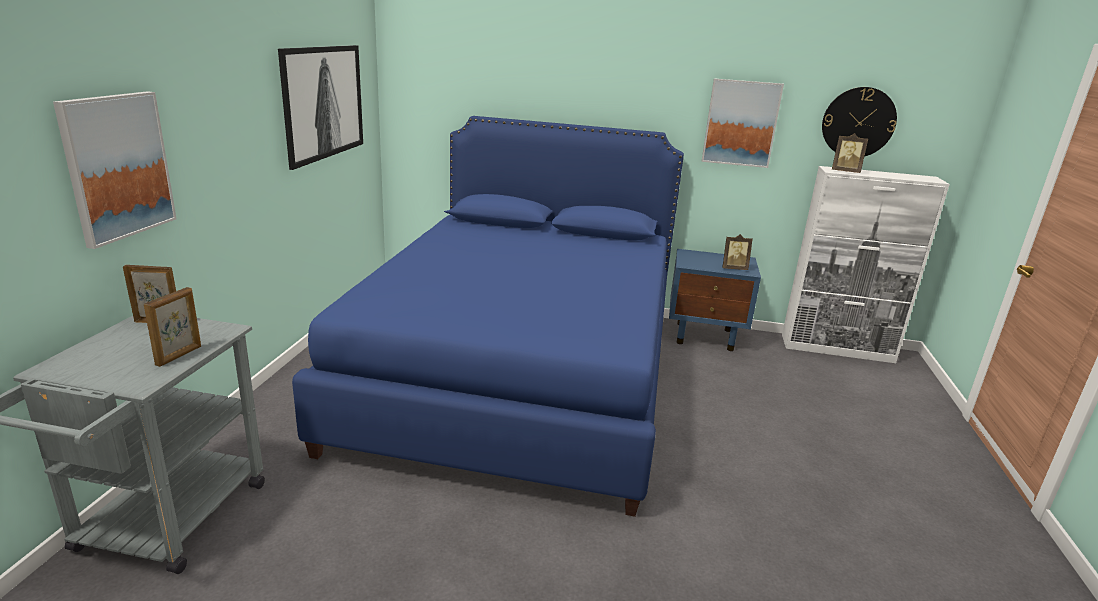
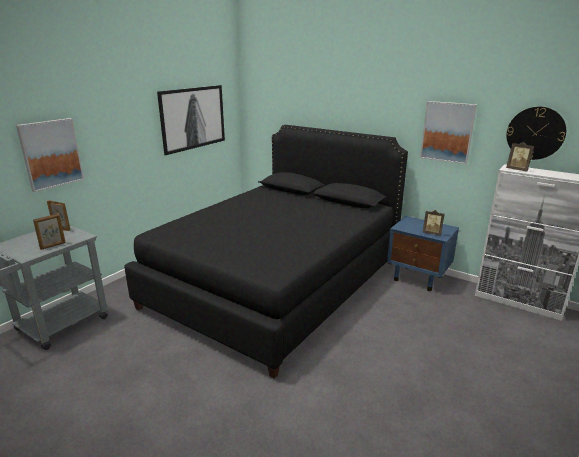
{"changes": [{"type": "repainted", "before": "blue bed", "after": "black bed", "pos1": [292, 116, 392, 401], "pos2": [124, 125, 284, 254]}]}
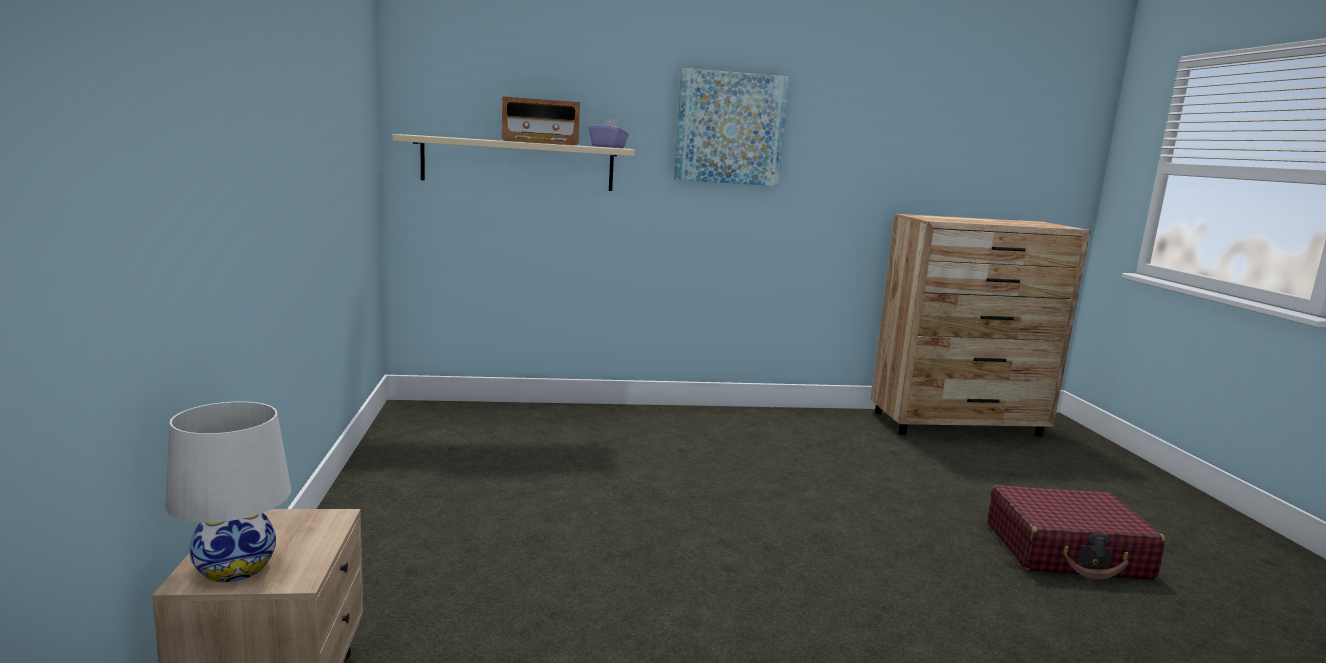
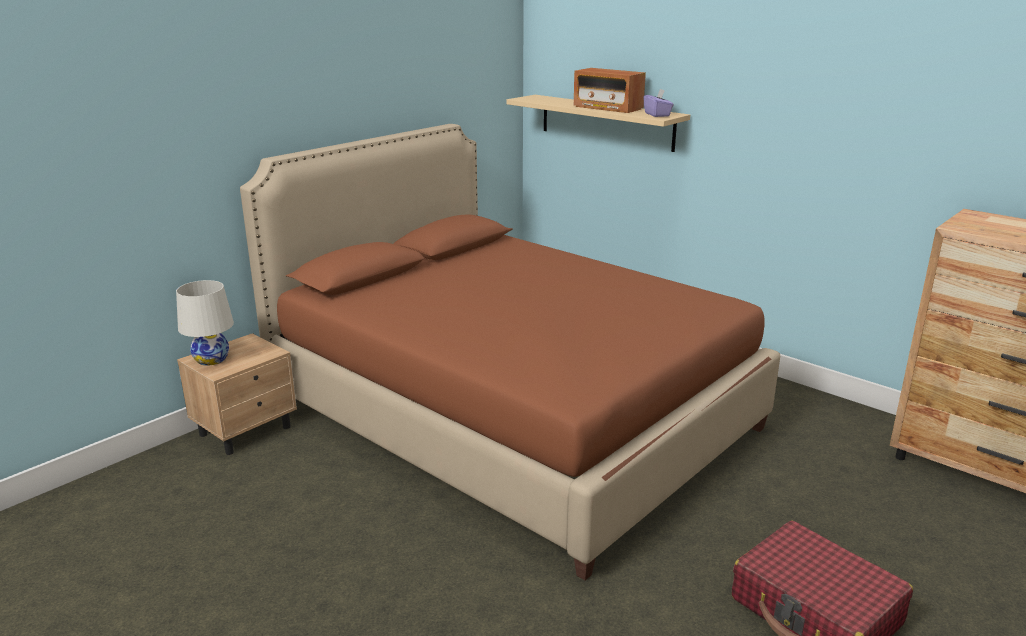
{"changes": [{"type": "gone", "before": "picture", "pos1": [674, 68, 115, 118]}, {"type": "new", "after": "brown bed", "pos2": [240, 124, 540, 456]}]}
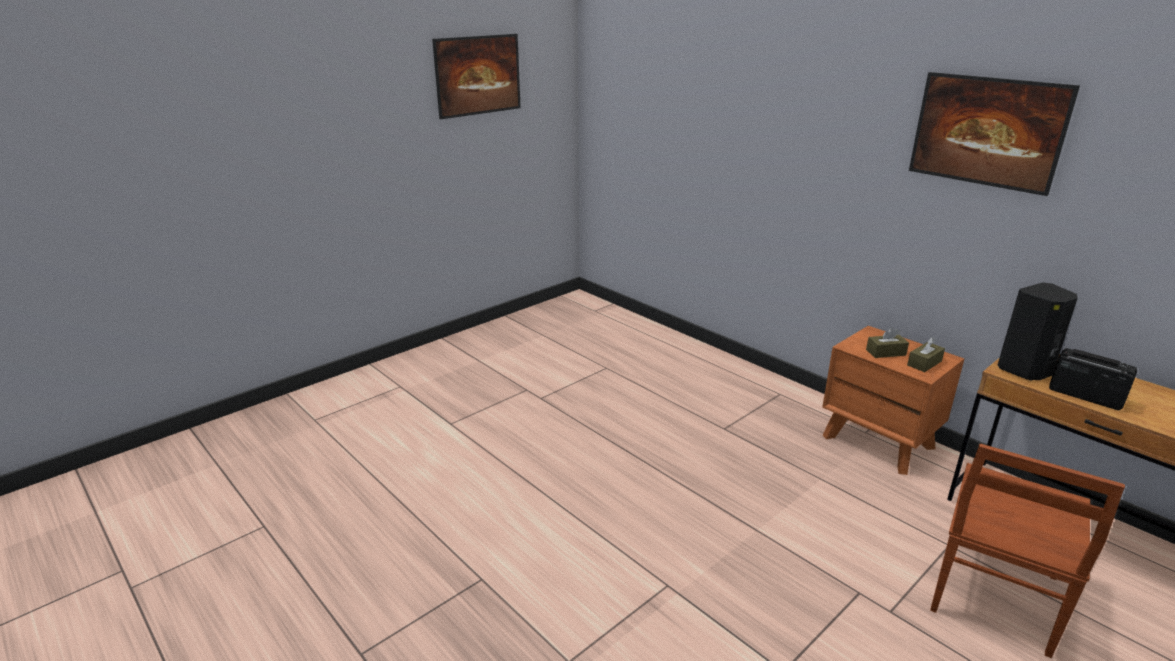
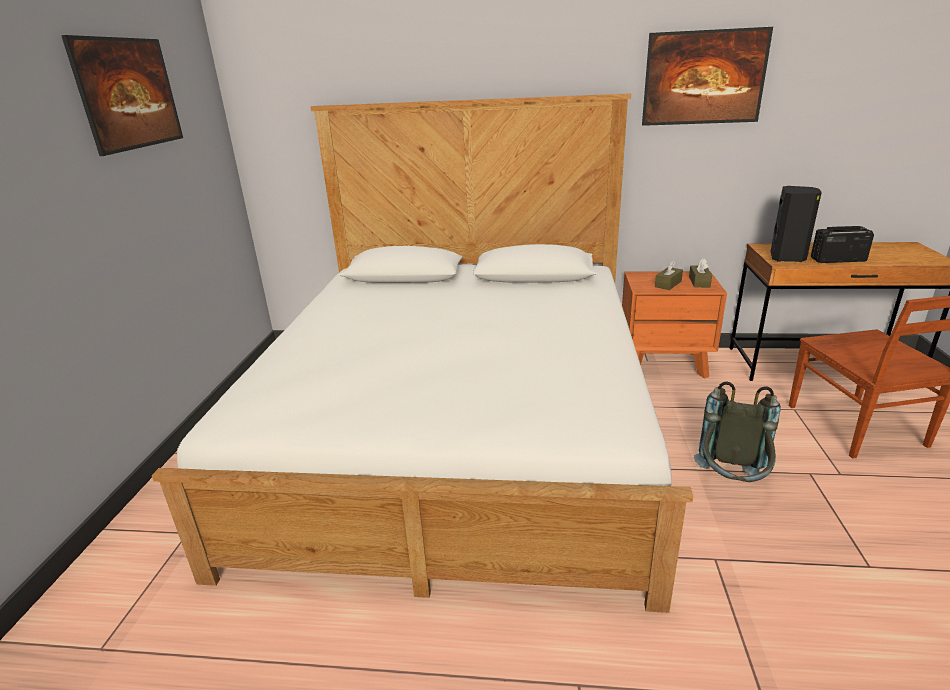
{"changes": [{"type": "new", "after": "bed", "pos2": [152, 93, 541, 520]}, {"type": "new", "after": "grey backpack", "pos2": [694, 382, 87, 100]}]}
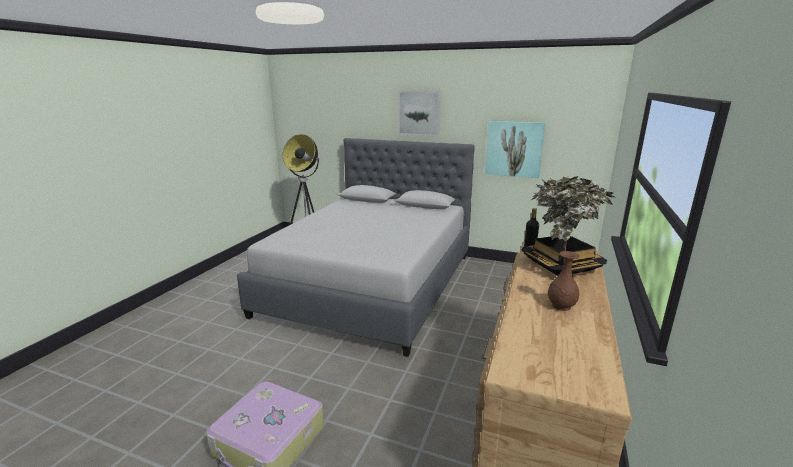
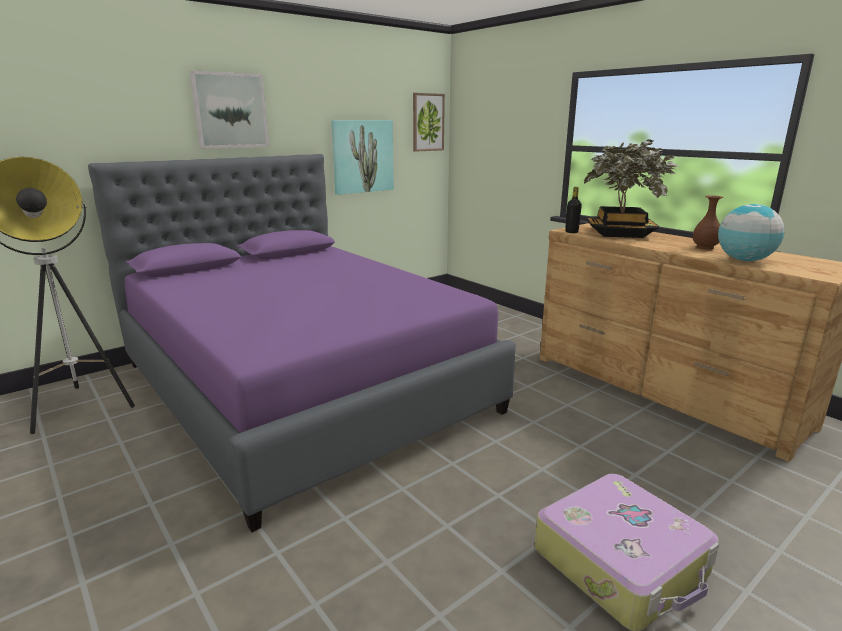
{"changes": [{"type": "repainted", "before": "grey bed", "after": "purple bed", "pos1": [237, 138, 238, 219], "pos2": [88, 154, 428, 378]}, {"type": "new", "after": "picture", "pos2": [413, 93, 32, 59]}, {"type": "new", "after": "globe", "pos2": [718, 204, 67, 57]}]}
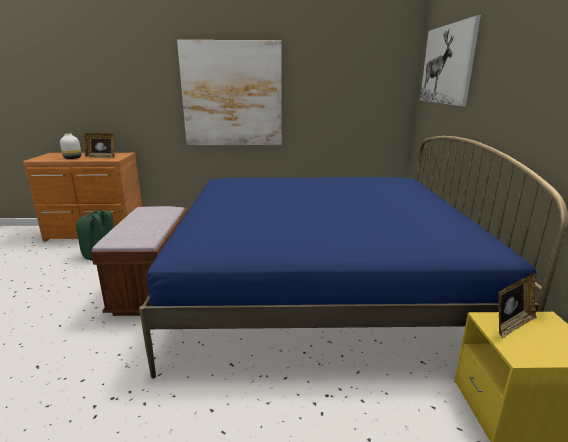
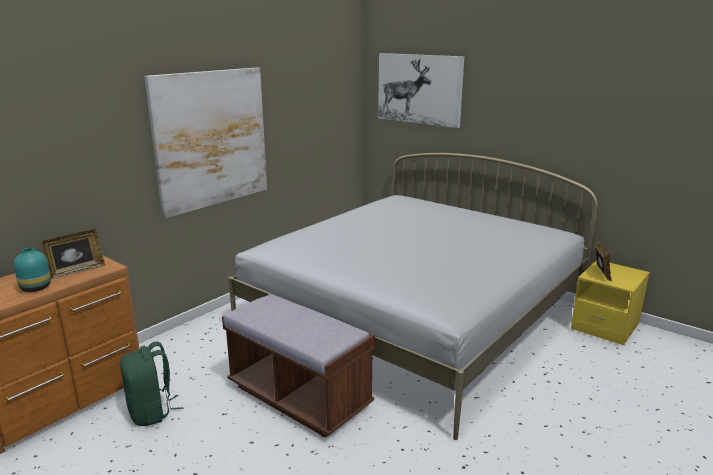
{"changes": [{"type": "repainted", "before": "white vase", "after": "turquoise vase", "pos1": [60, 134, 21, 25], "pos2": [14, 248, 37, 44]}, {"type": "repainted", "before": "blue bed", "after": "white bed", "pos1": [139, 136, 429, 243], "pos2": [229, 153, 369, 287]}]}
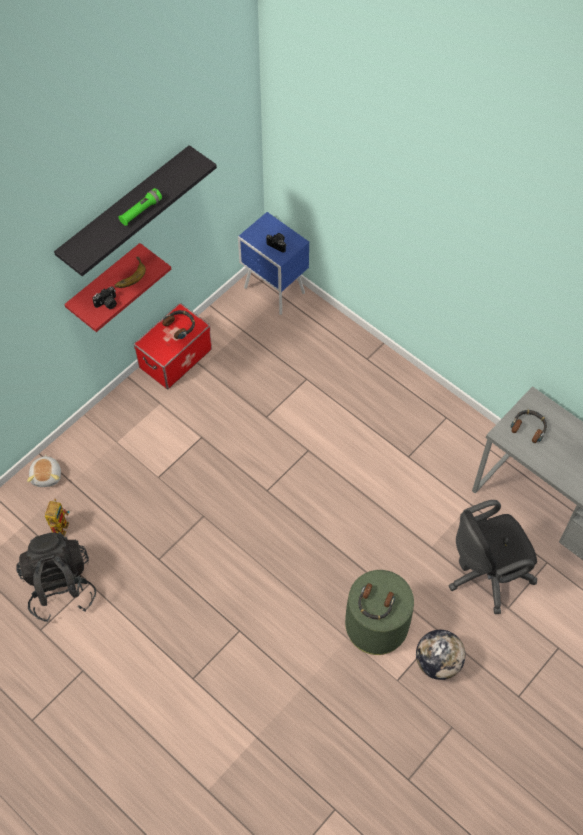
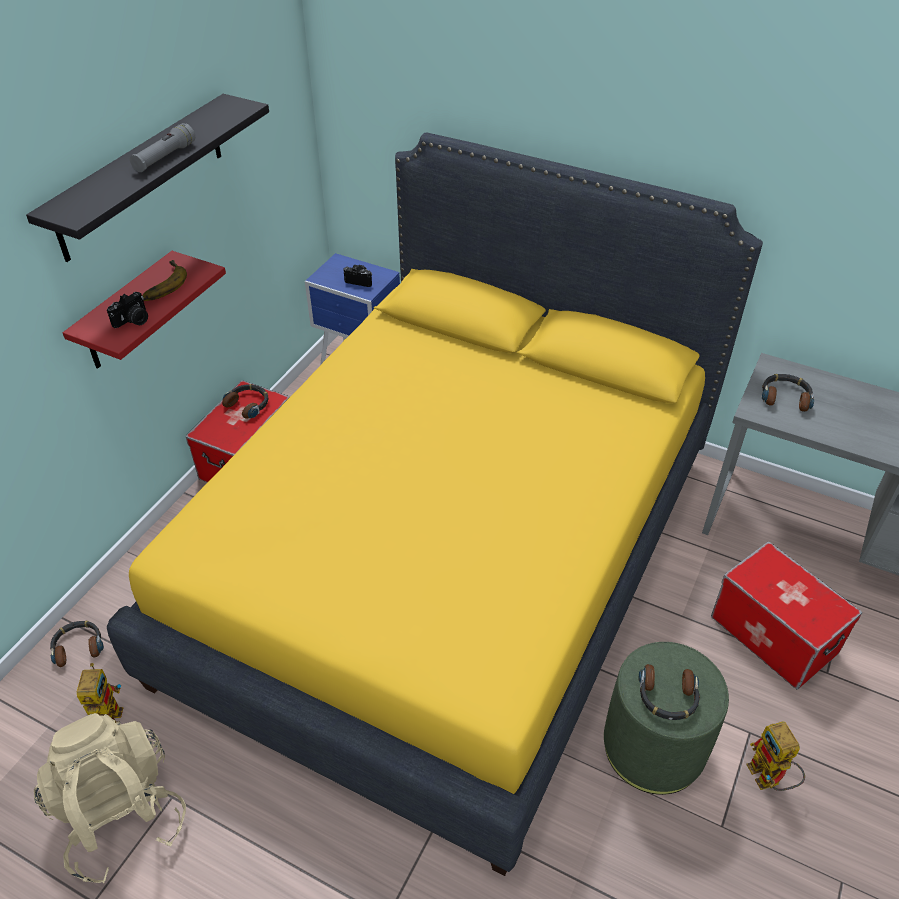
{"changes": [{"type": "repainted", "before": "black backpack", "after": "beige backpack", "pos1": [16, 532, 80, 90], "pos2": [34, 713, 152, 170]}, {"type": "swapped", "before": "plush toy", "after": "headphones", "pos1": [27, 454, 34, 33], "pos2": [50, 621, 54, 46]}, {"type": "repainted", "before": "green flashlight", "after": "grey flashlight", "pos1": [119, 188, 43, 38], "pos2": [130, 123, 65, 49]}, {"type": "swapped", "before": "globe", "after": "toy robot", "pos1": [416, 630, 49, 50], "pos2": [746, 721, 59, 70]}, {"type": "swapped", "before": "black office chair", "after": "storage box", "pos1": [448, 500, 89, 114], "pos2": [711, 542, 151, 148]}, {"type": "new", "after": "yellow bed", "pos2": [107, 133, 656, 743]}]}
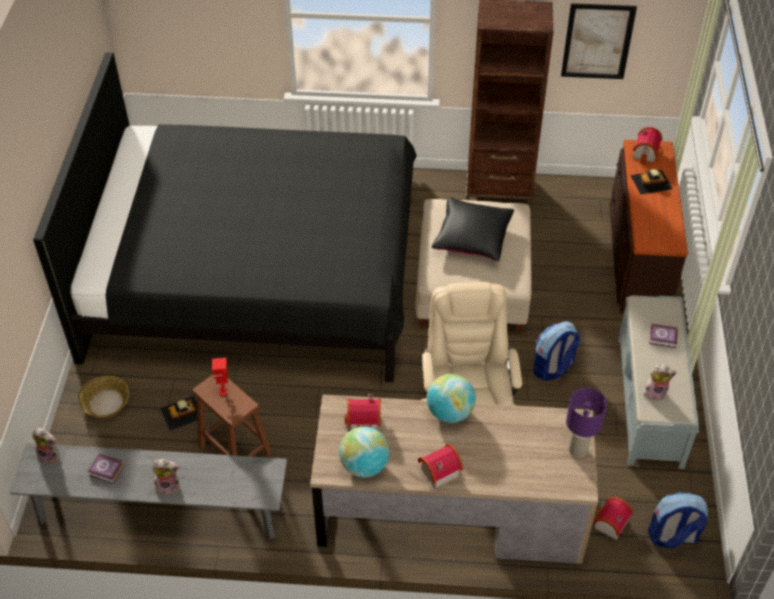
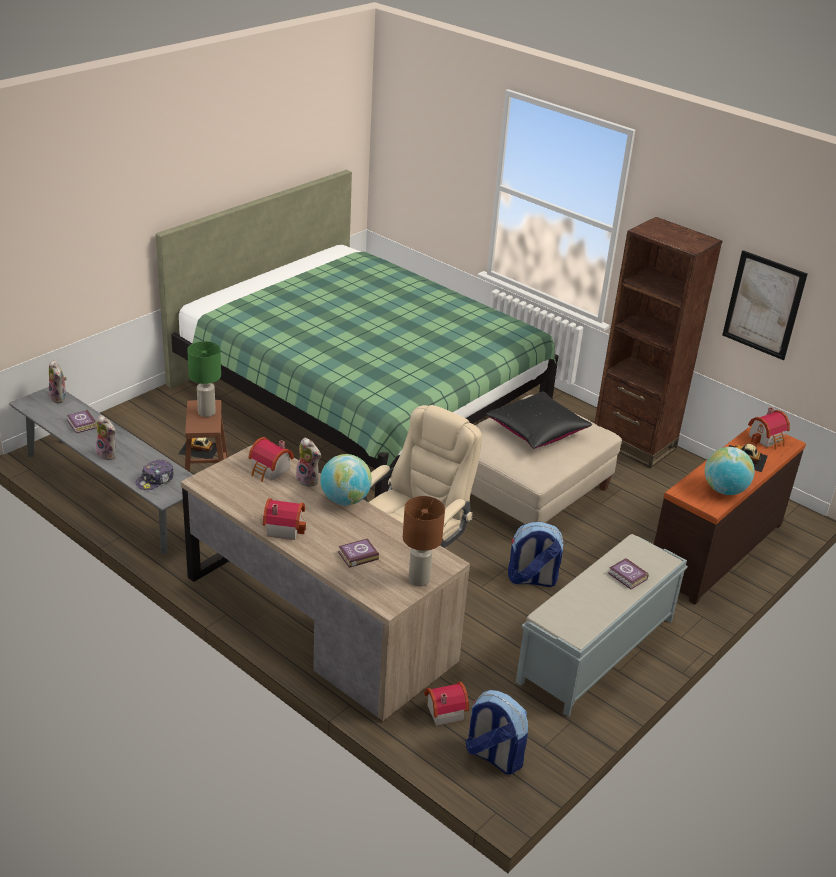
{"changes": [{"type": "repainted", "before": "black bed", "after": "green bed", "pos1": [33, 52, 384, 330], "pos2": [156, 170, 403, 327]}, {"type": "gone", "before": "basket", "pos1": [78, 376, 51, 42]}, {"type": "swapped", "before": "toy robot", "after": "green table lamp", "pos1": [212, 358, 16, 38], "pos2": [187, 341, 34, 76]}, {"type": "shifted", "before": "globe", "pos1": [339, 426, 51, 52], "pos2": [705, 447, 50, 48]}, {"type": "repainted", "before": "purple table lamp", "after": "brown table lamp", "pos1": [566, 388, 41, 70], "pos2": [403, 496, 42, 91]}, {"type": "shifted", "before": "plush toy", "pos1": [643, 365, 34, 36], "pos2": [296, 438, 25, 49]}, {"type": "new", "after": "cap", "pos2": [136, 459, 38, 31]}, {"type": "new", "after": "book", "pos2": [338, 538, 41, 30]}]}
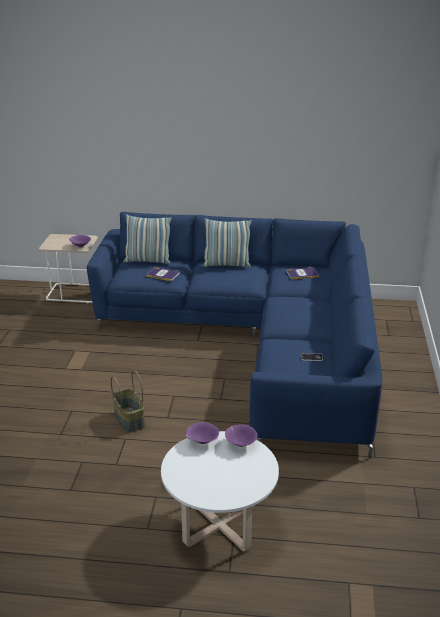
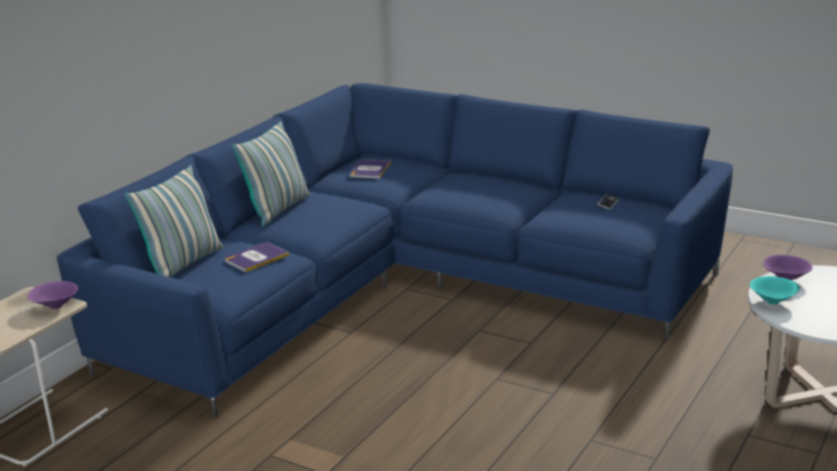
{"changes": [{"type": "gone", "before": "basket", "pos1": [111, 370, 34, 63]}, {"type": "repainted", "before": "purple bowl", "after": "turquoise bowl", "pos1": [186, 422, 33, 22], "pos2": [750, 276, 50, 29]}]}
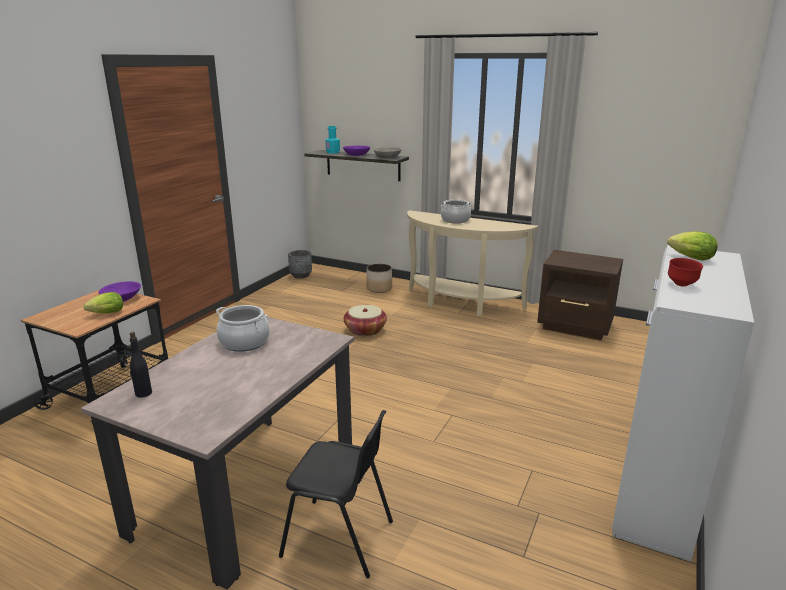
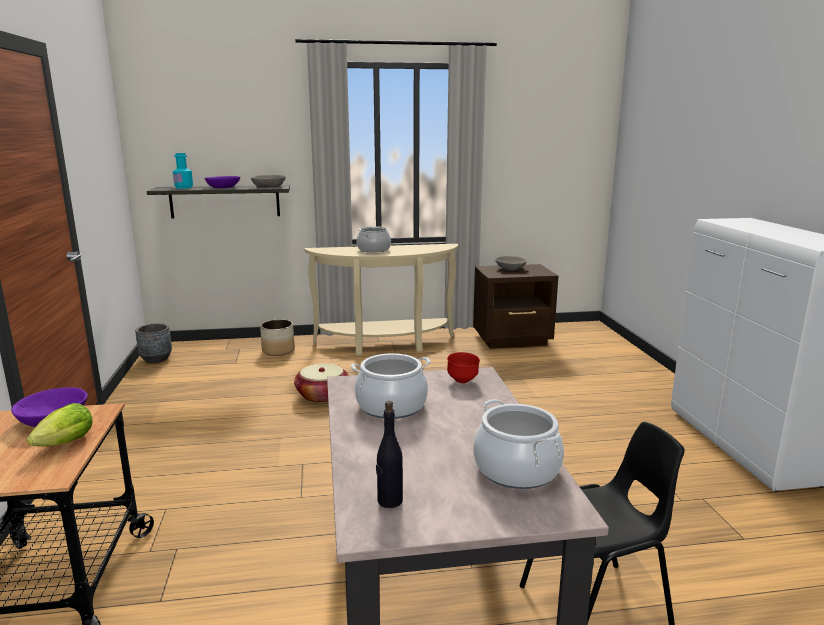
{"changes": [{"type": "gone", "before": "lettuce", "pos1": [667, 231, 51, 30]}, {"type": "shifted", "before": "red bowl", "pos1": [668, 258, 35, 29], "pos2": [447, 352, 33, 31]}, {"type": "new", "after": "cooking pot", "pos2": [474, 399, 90, 90]}, {"type": "new", "after": "grey bowl", "pos2": [495, 256, 32, 15]}]}
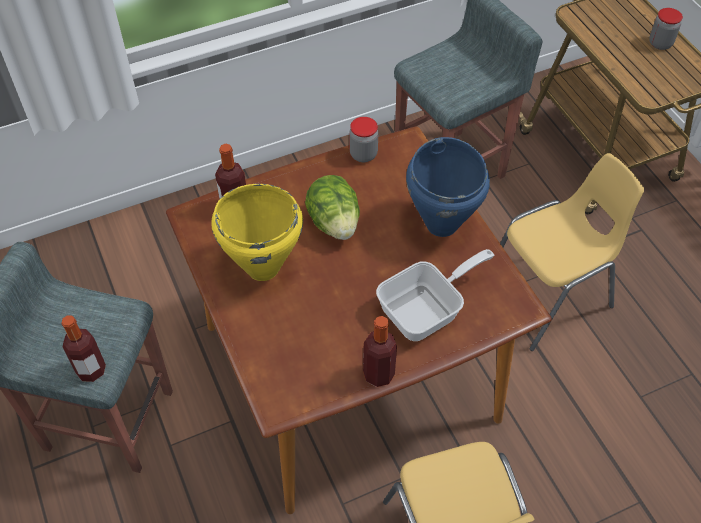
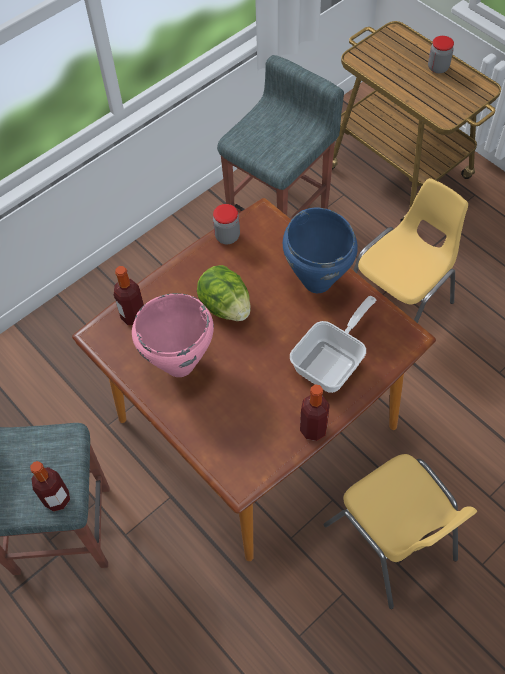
{"changes": [{"type": "repainted", "before": "yellow cooking pot", "after": "pink cooking pot", "pos1": [211, 184, 92, 97], "pos2": [132, 293, 82, 84]}]}
